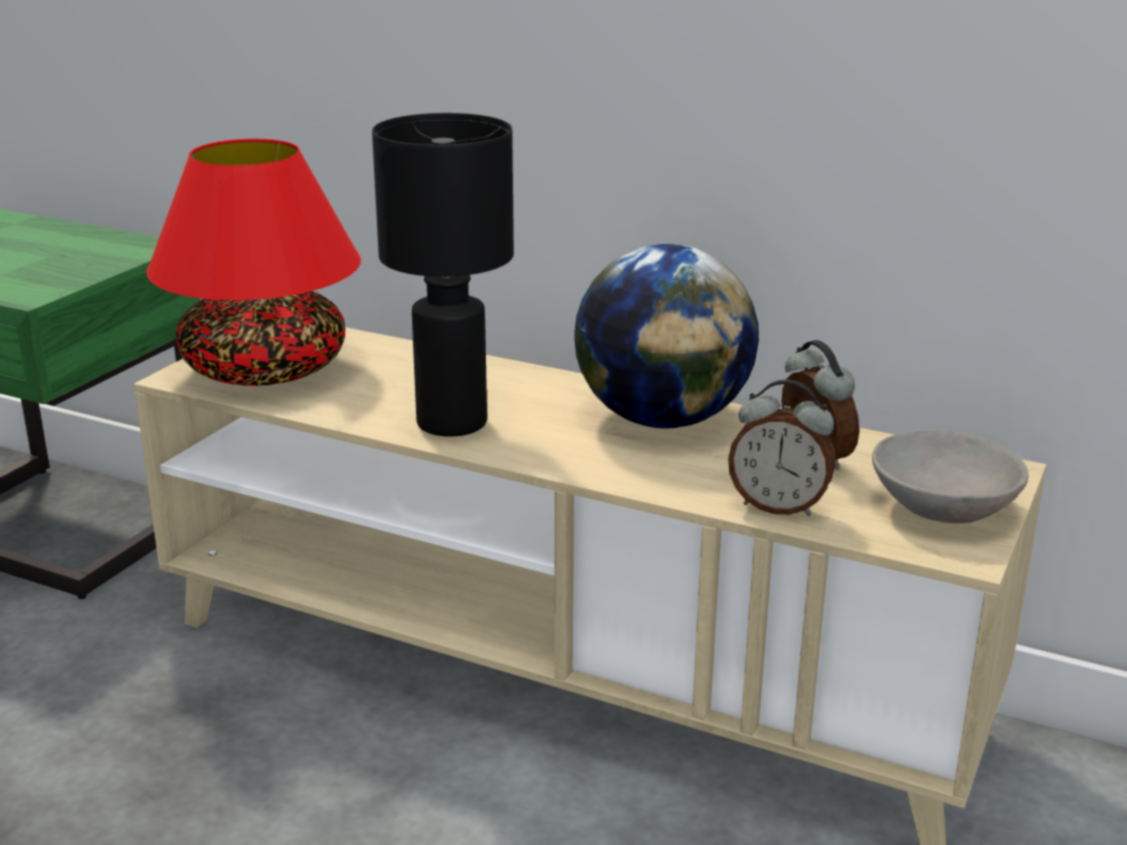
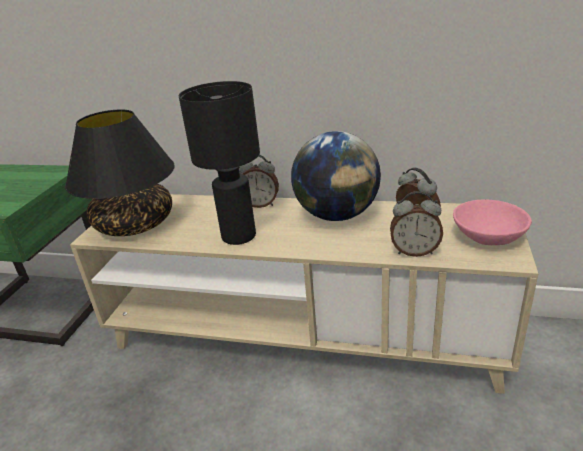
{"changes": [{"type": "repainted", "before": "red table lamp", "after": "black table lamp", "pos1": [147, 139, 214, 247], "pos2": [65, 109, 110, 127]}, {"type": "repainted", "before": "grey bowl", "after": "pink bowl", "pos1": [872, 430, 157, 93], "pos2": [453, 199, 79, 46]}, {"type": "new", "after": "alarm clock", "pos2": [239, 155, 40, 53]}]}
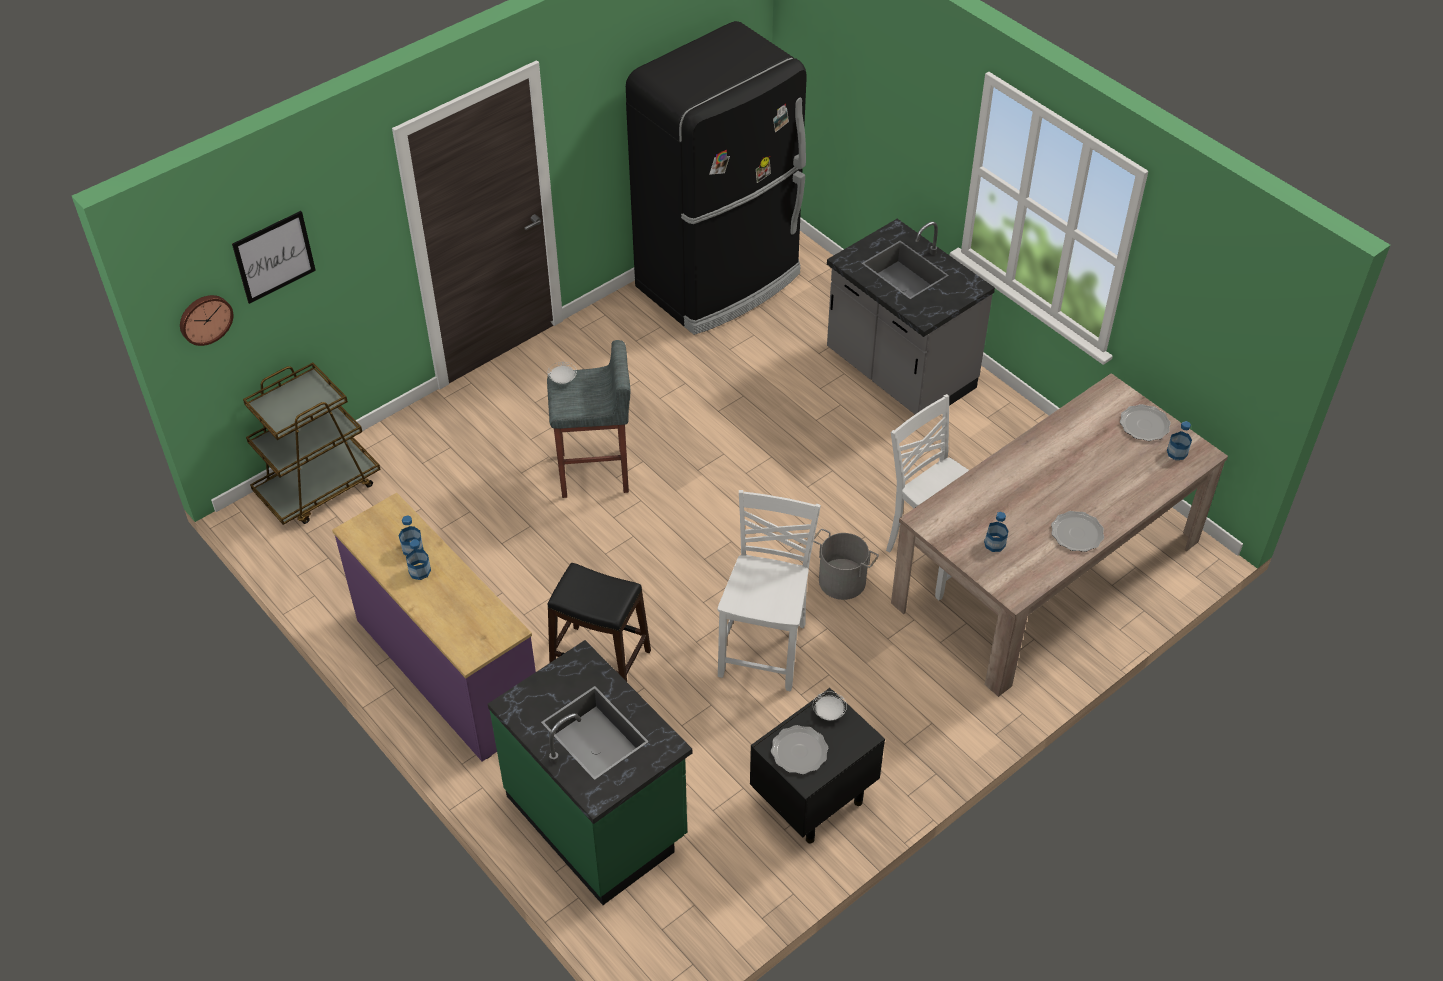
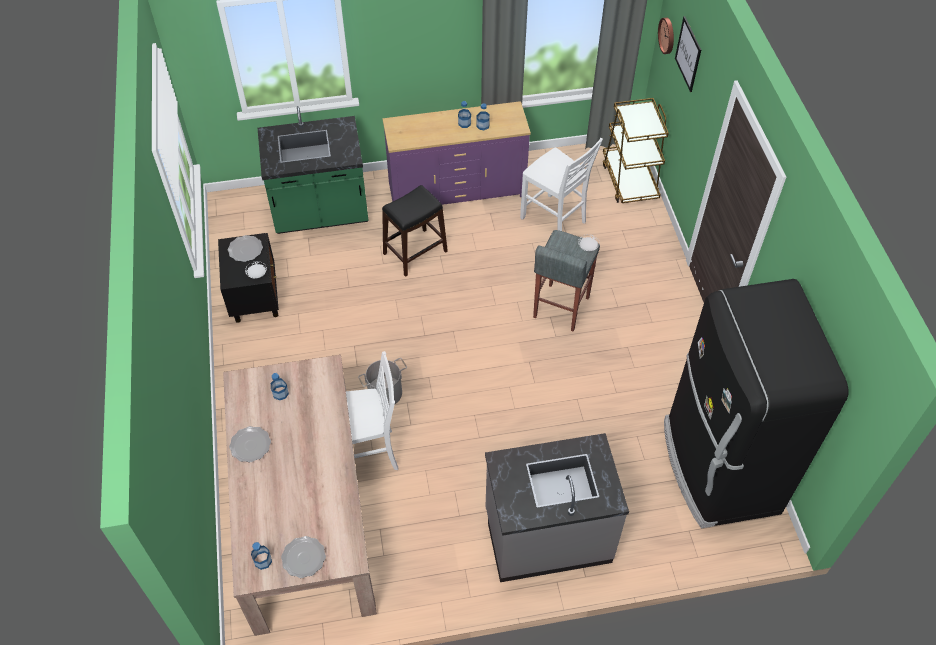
{"changes": [{"type": "shifted", "before": "white chair", "pos1": [718, 490, 103, 202], "pos2": [520, 138, 83, 93]}]}
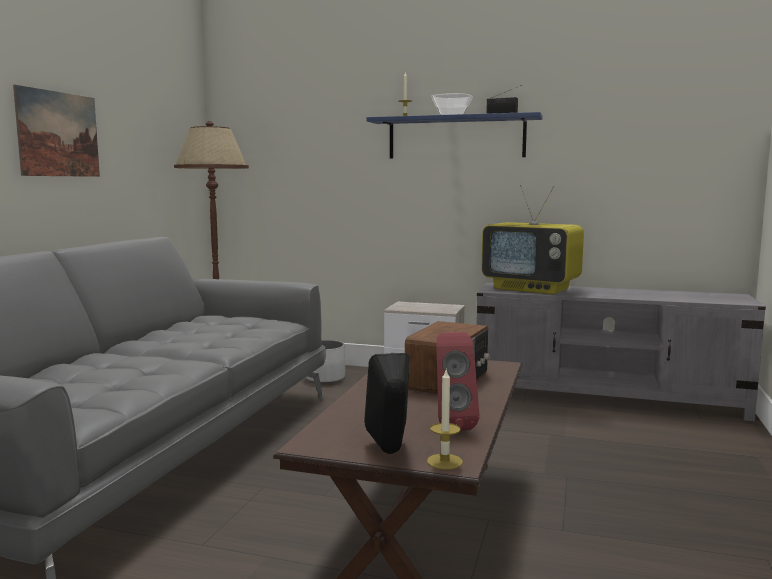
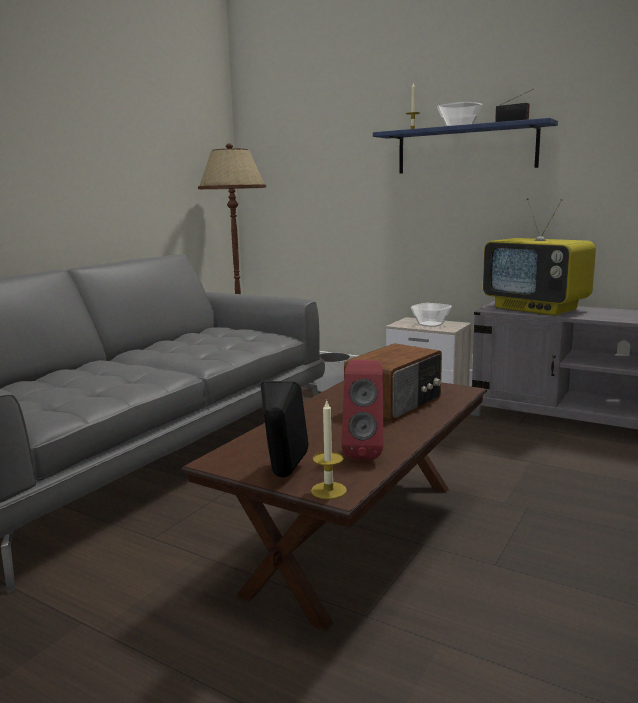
{"changes": [{"type": "gone", "before": "picture", "pos1": [13, 85, 87, 92]}, {"type": "new", "after": "bowl", "pos2": [411, 303, 41, 24]}]}
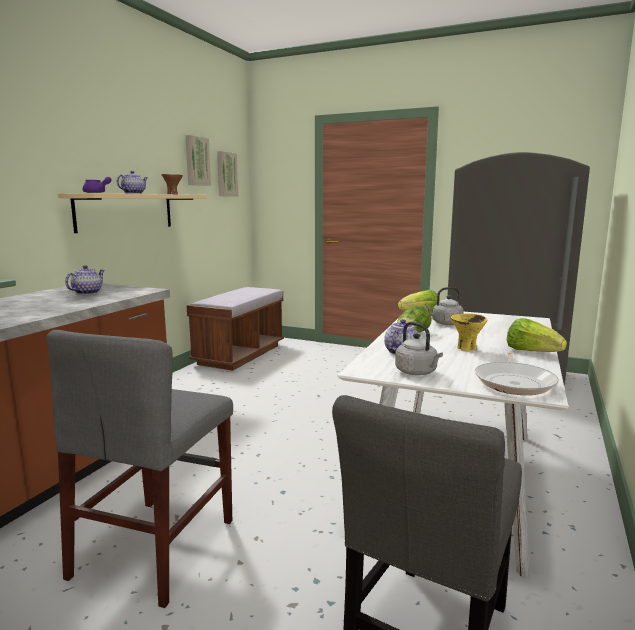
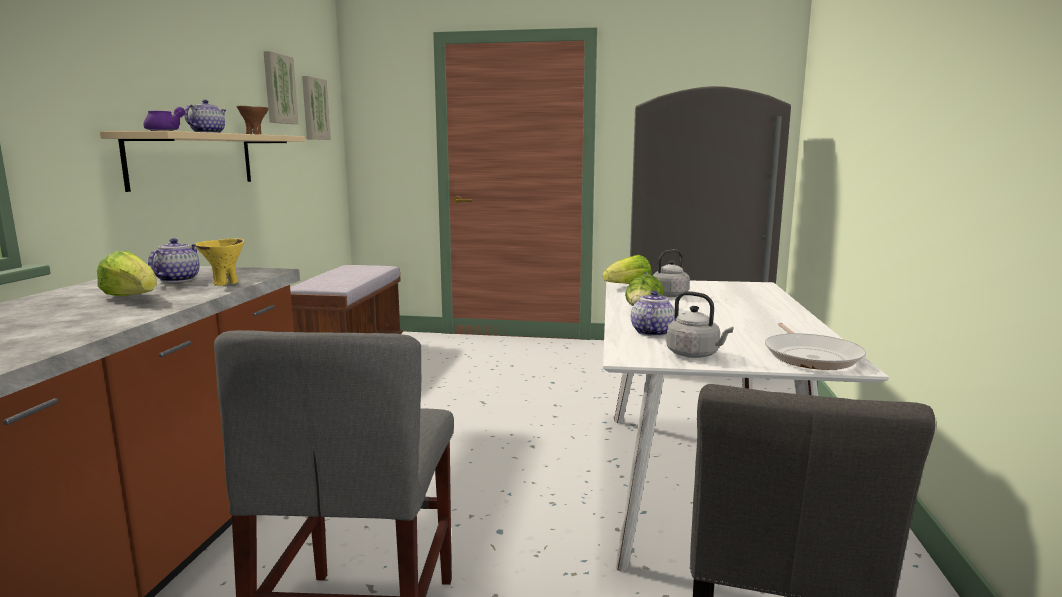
{"changes": [{"type": "shifted", "before": "yellow bowl", "pos1": [450, 313, 37, 38], "pos2": [195, 238, 49, 48]}, {"type": "shifted", "before": "lettuce", "pos1": [507, 318, 60, 34], "pos2": [97, 251, 60, 45]}]}
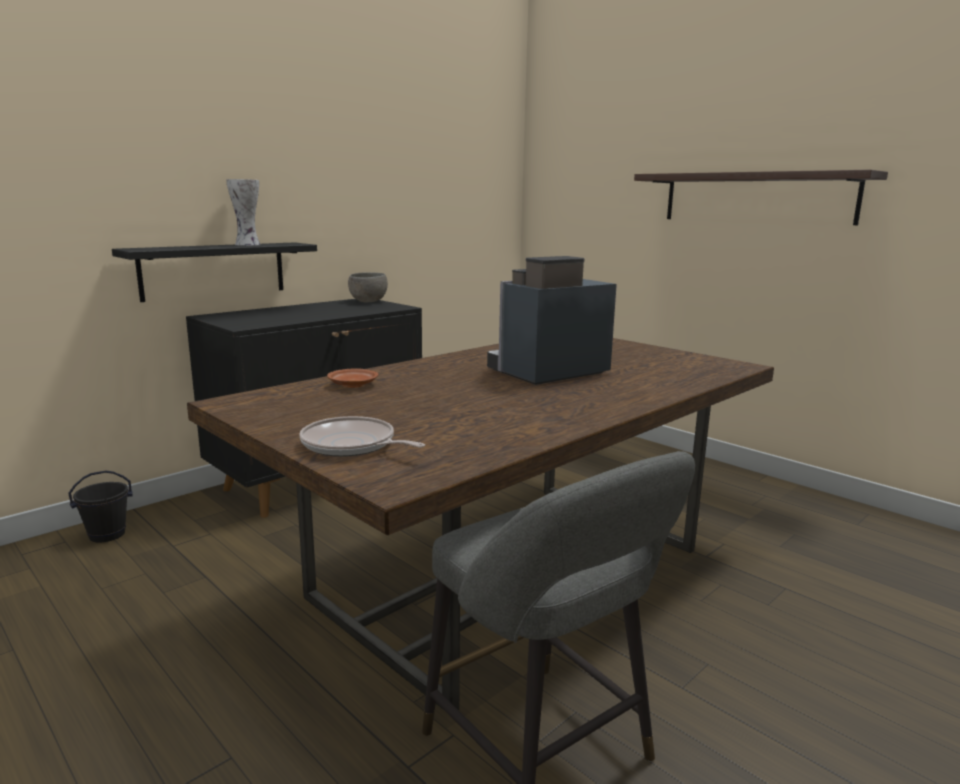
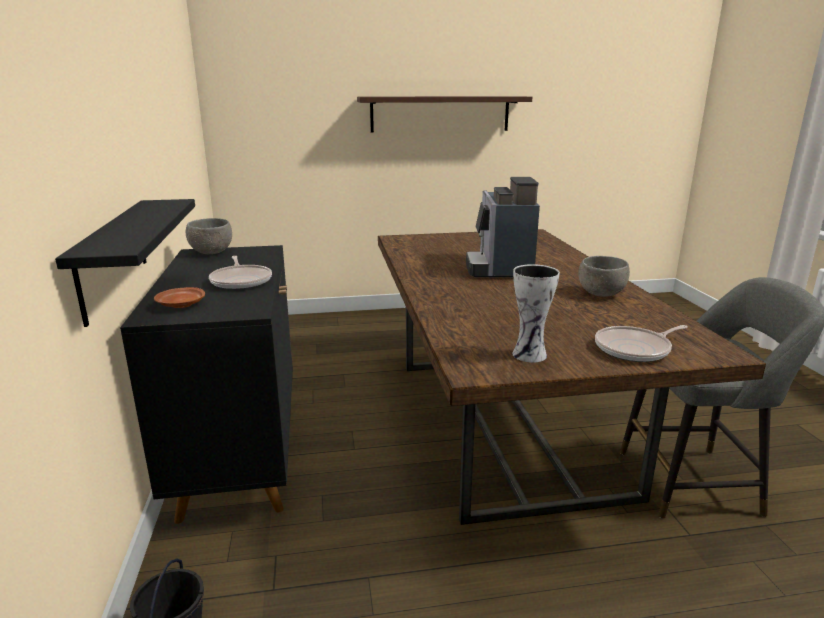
{"changes": [{"type": "shifted", "before": "vase", "pos1": [226, 179, 34, 67], "pos2": [513, 264, 47, 98]}, {"type": "shifted", "before": "brown plate", "pos1": [327, 369, 52, 19], "pos2": [154, 287, 51, 21]}, {"type": "new", "after": "frying pan", "pos2": [209, 256, 63, 34]}, {"type": "new", "after": "grey bowl", "pos2": [578, 256, 52, 41]}]}
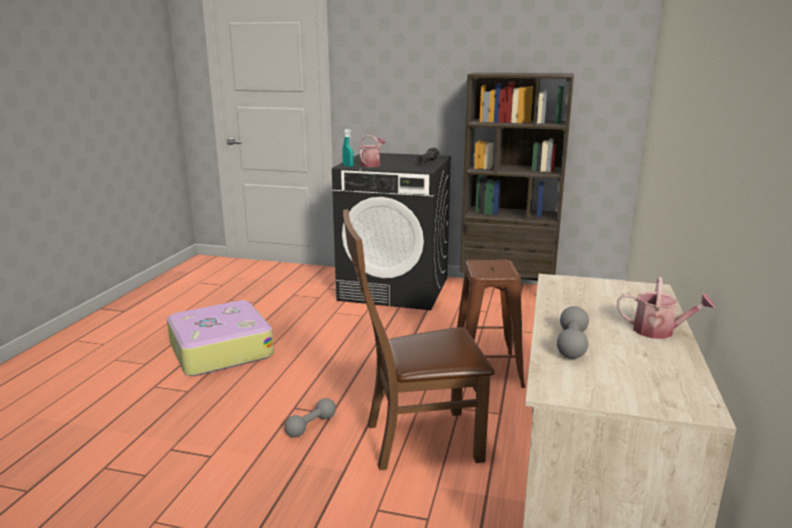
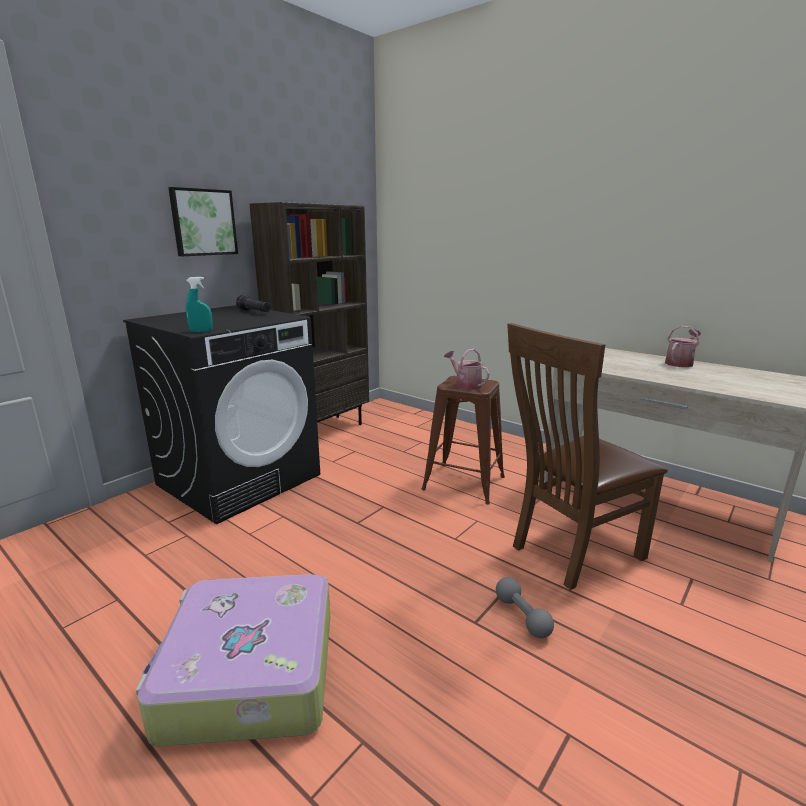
{"changes": [{"type": "rotated", "before": "brown chair", "pos1": [343, 209, 152, 261], "pos2": [507, 323, 161, 267], "turn": 45}, {"type": "shifted", "before": "watering can", "pos1": [360, 135, 26, 32], "pos2": [444, 349, 46, 41]}, {"type": "gone", "before": "grey dumbbell", "pos1": [557, 306, 32, 53]}, {"type": "new", "after": "picture", "pos2": [168, 187, 70, 69]}]}
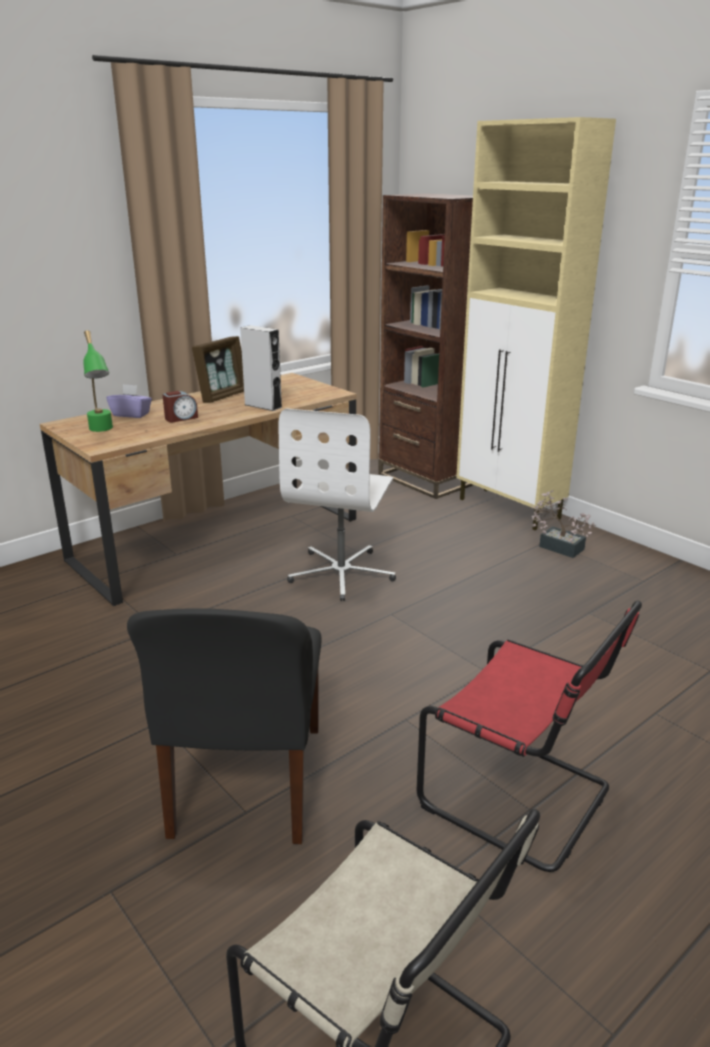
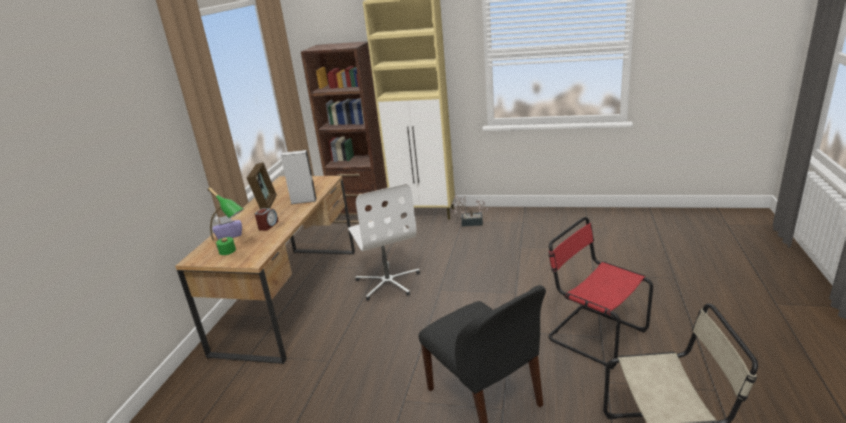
{"changes": [{"type": "rotated", "before": "red chair", "pos1": [417, 600, 225, 272], "pos2": [548, 217, 105, 152], "turn": -135}]}
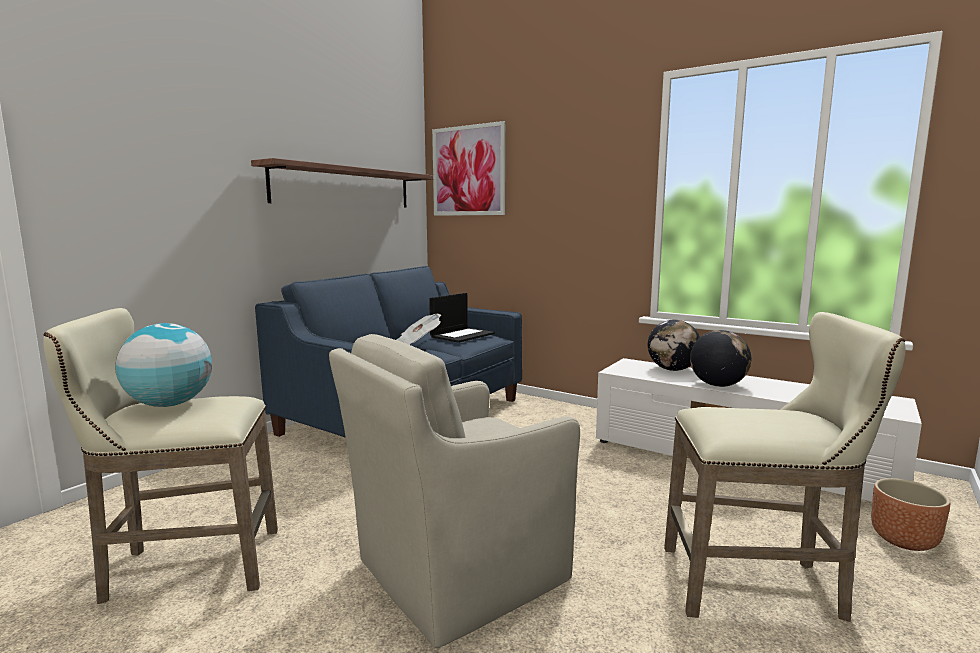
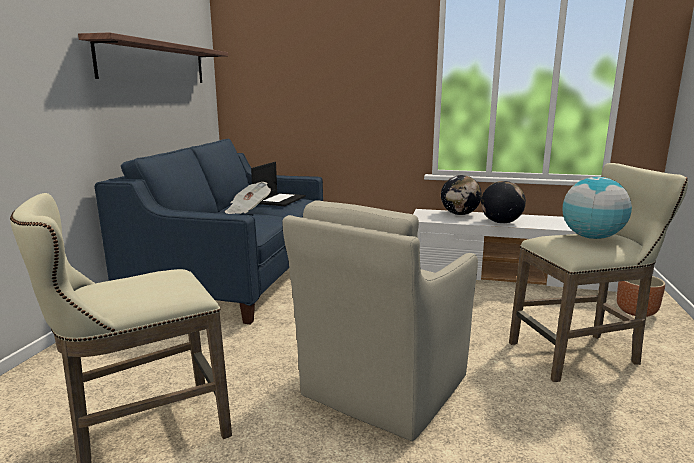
{"changes": [{"type": "shifted", "before": "globe", "pos1": [115, 323, 97, 84], "pos2": [563, 177, 69, 62]}, {"type": "gone", "before": "picture", "pos1": [432, 121, 73, 95]}]}
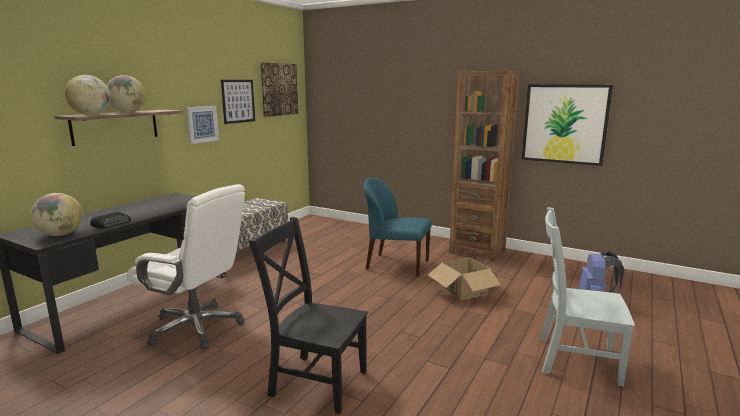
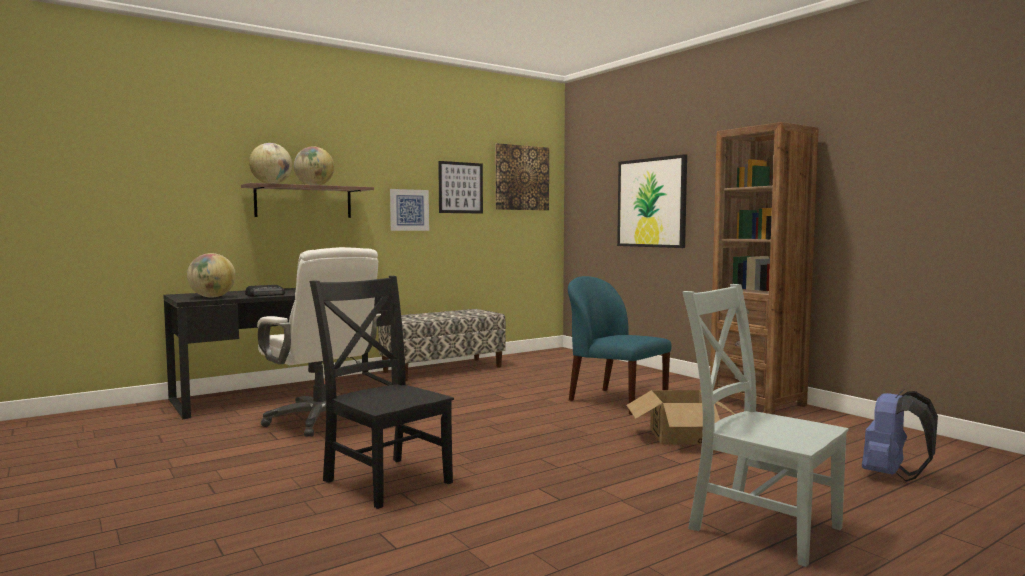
{"changes": [{"type": "shifted", "before": "picture", "pos1": [522, 84, 91, 82], "pos2": [617, 154, 70, 94]}]}
